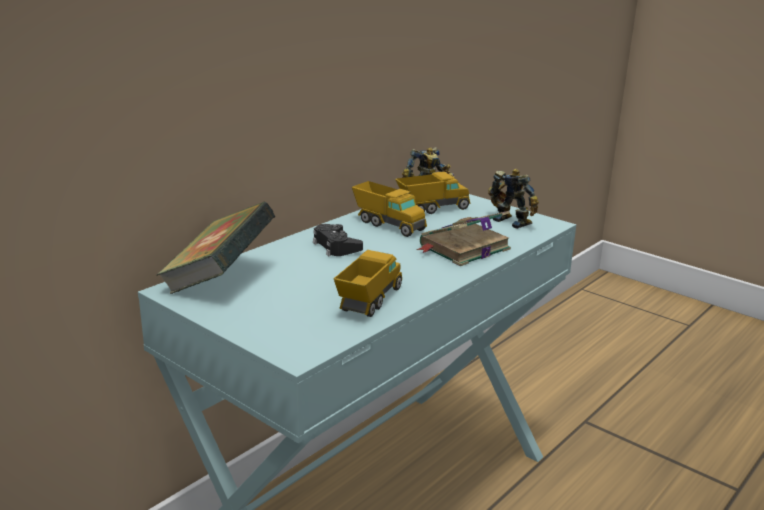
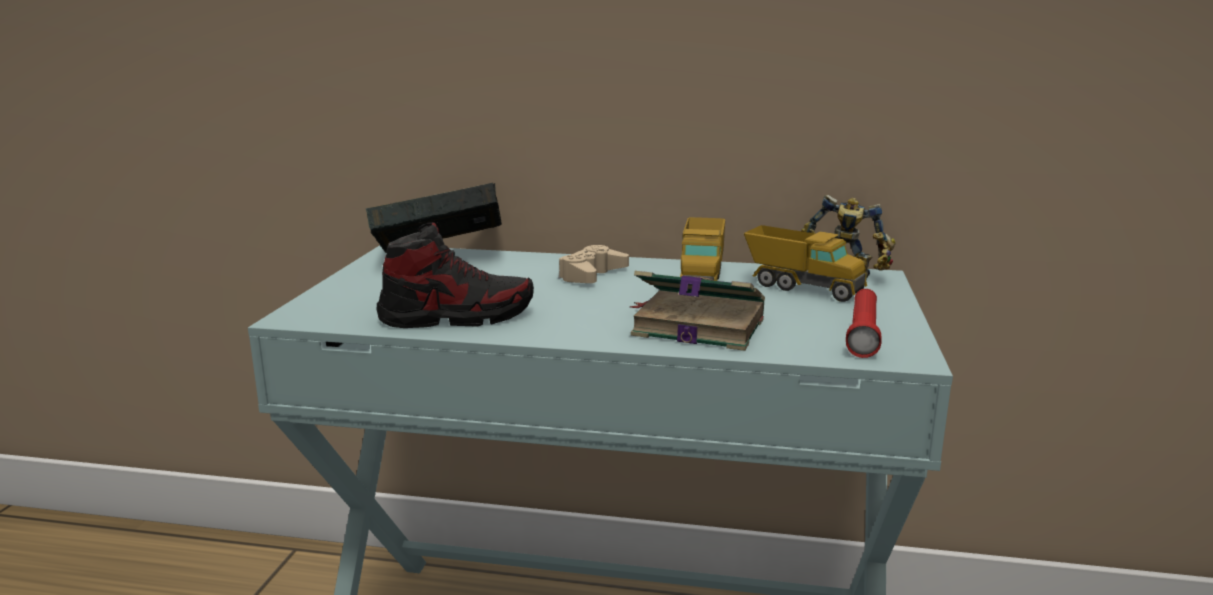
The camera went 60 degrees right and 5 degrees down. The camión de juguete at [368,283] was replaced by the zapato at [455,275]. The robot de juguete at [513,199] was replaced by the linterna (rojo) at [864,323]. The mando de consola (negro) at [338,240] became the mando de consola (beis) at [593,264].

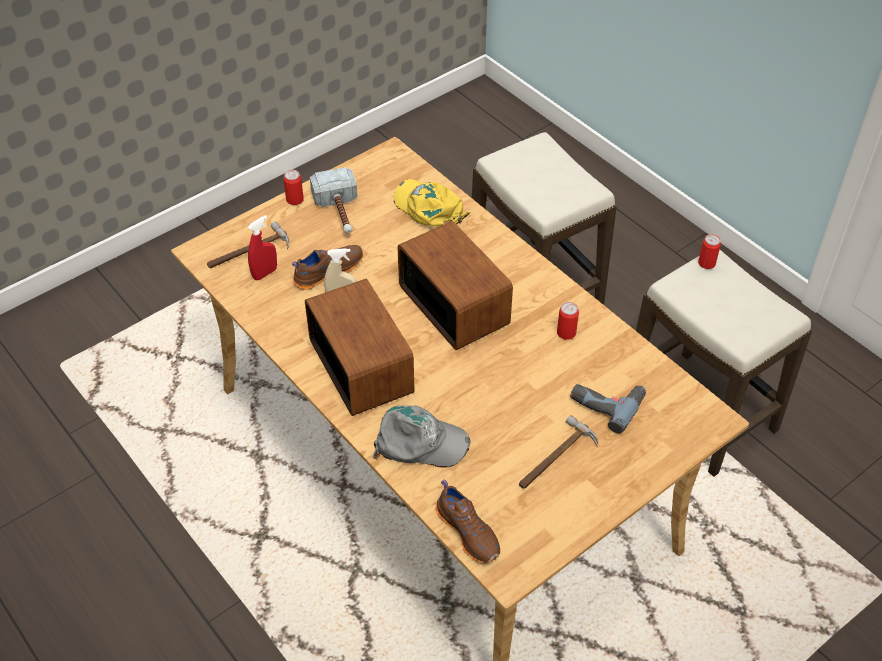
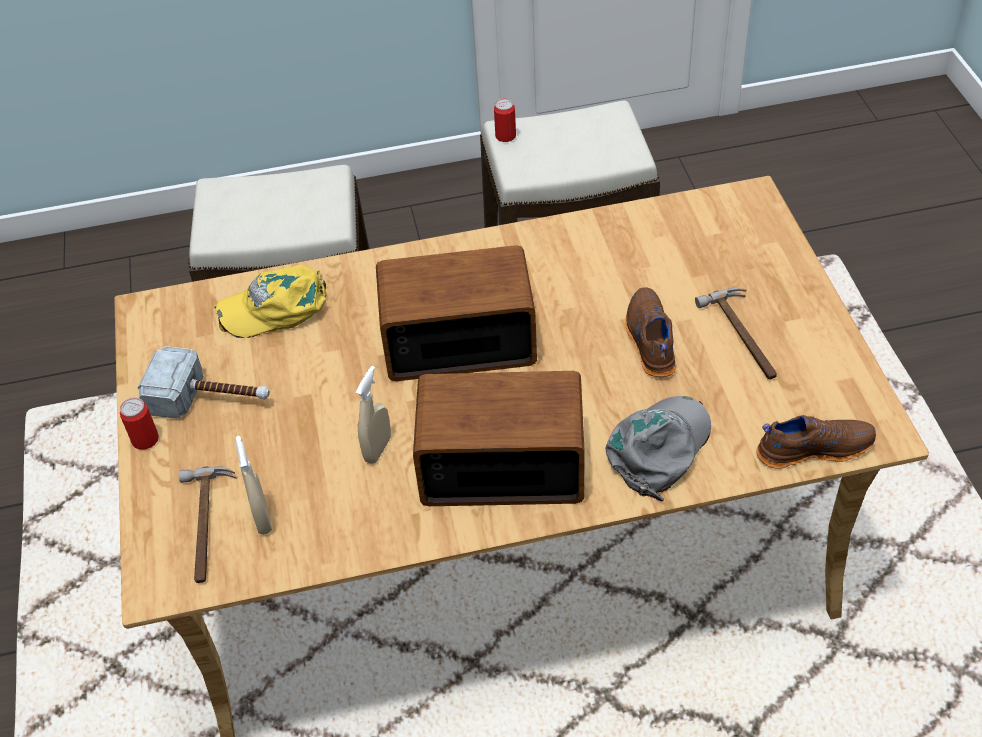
The camera went 60 degrees left and 0 degrees up. The lata at [568,321] disappeared. The taladro at [608,409] disappeared. The zapato (marrón) moved from [327,267] to [651,332]. The pulverizador (rojo) at [262,247] became the pulverizador (beis) at [254,485].

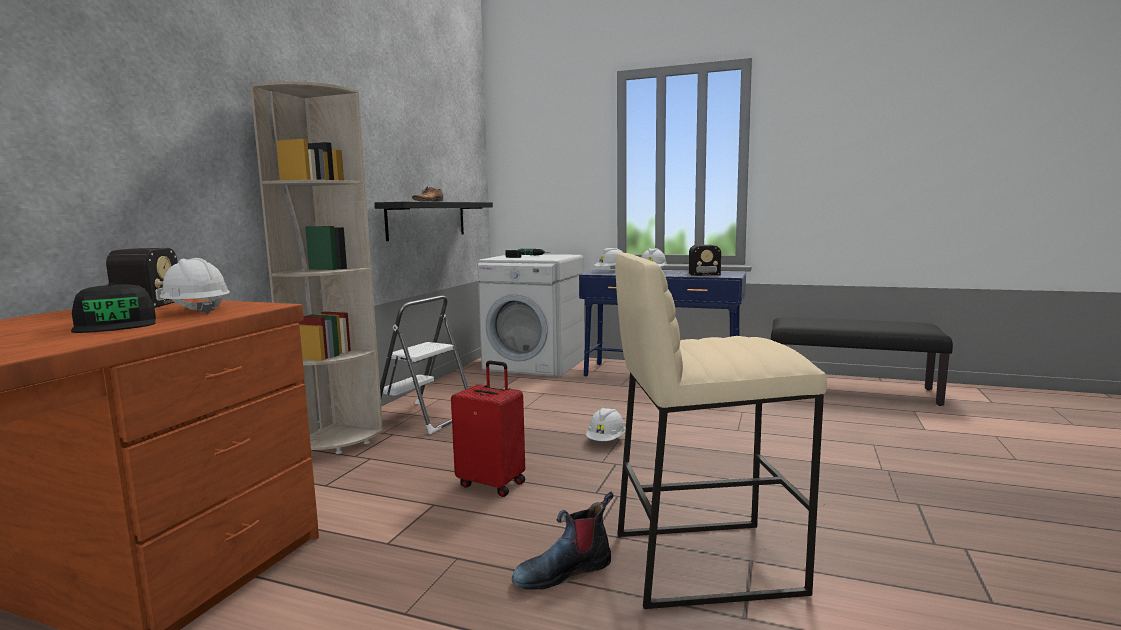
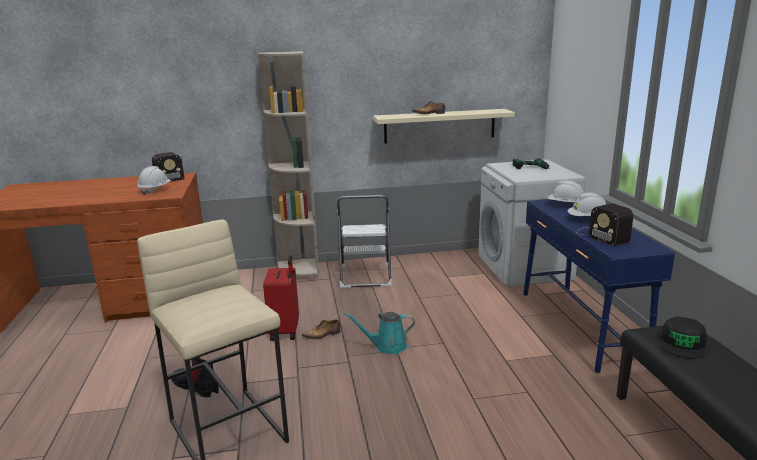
The camera went 60 degrees right and 10 degrees up. The zapato at [321,329] appeared. The gorra (negro) moved from [113,308] to [683,338]. The casco (blanco) at [606,424] was replaced by the regadera (turquesa) at [379,333]. The estante (negro) at [434,221] became the estante (beis) at [444,126].

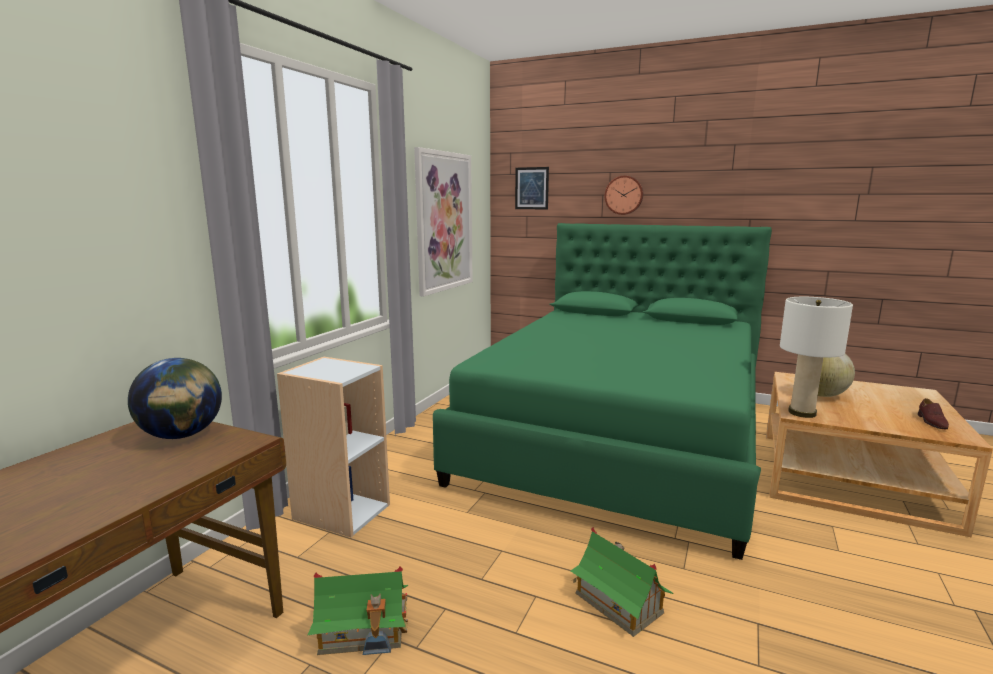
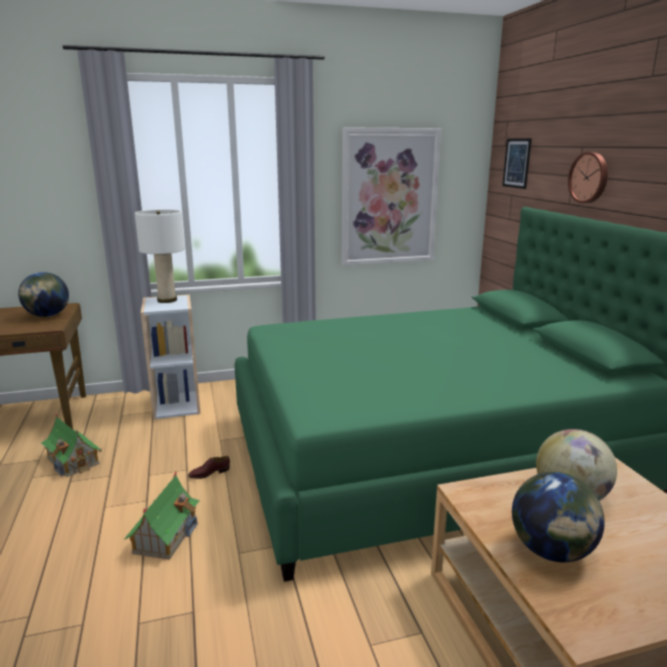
The camera went 50 degrees right and 5 degrees up. The globo terráqueo at [558,517] appeared. The lámpara de mesa (blanco) moved from [816,357] to [160,256]. The zapato (marrón) moved from [933,413] to [209,467].

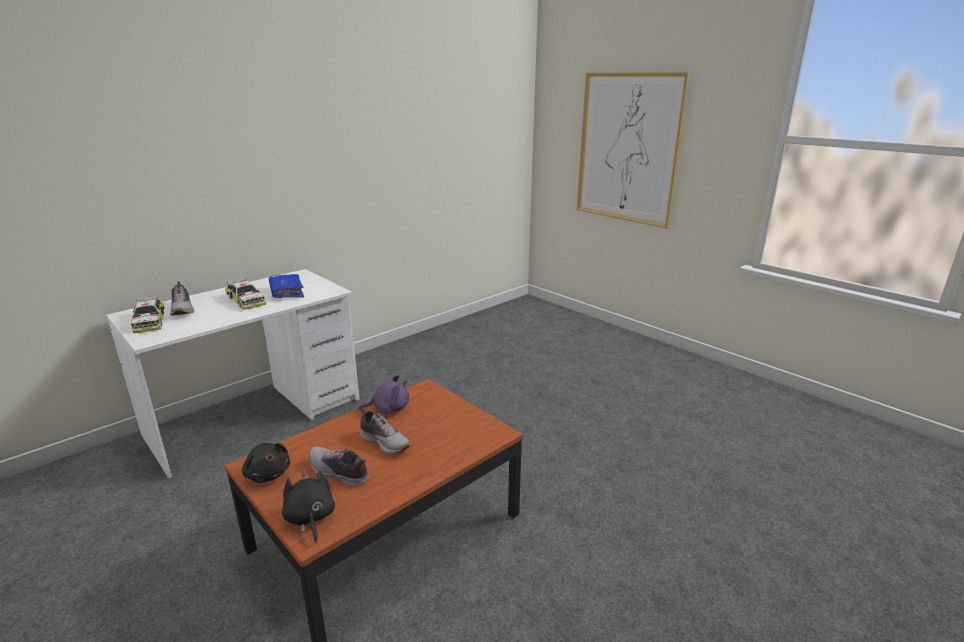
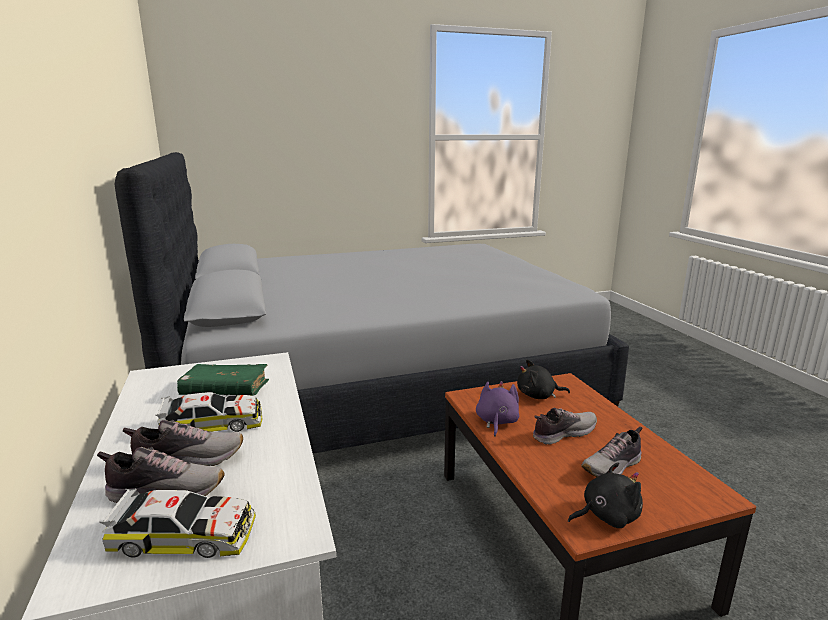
The camera went 65 degrees left and 5 degrees down. The cuadro at [633,150] disappeared. The cama (gris) at [372,303] appeared. The zapato at [183,442] appeared. The peluche (negro) moved from [308,506] to [543,379]. The libro (azul) at [286,286] became the libro (verde) at [223,380].

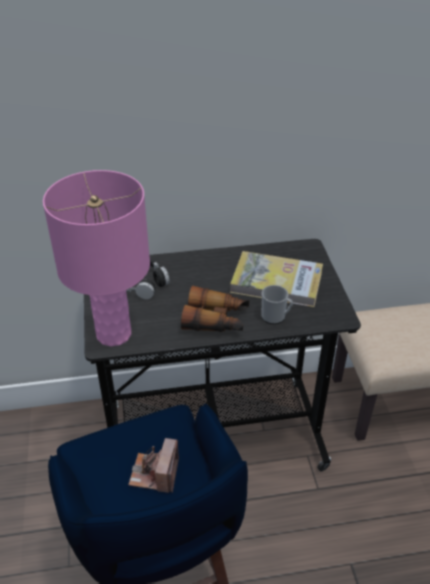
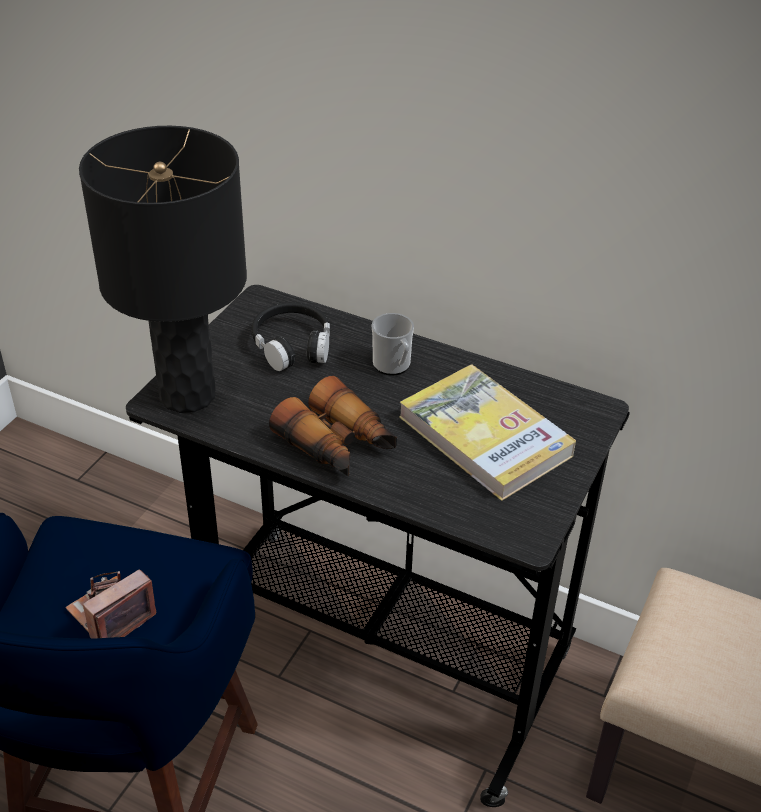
The camera went 35 degrees right and 0 degrees up. The taza grande moved from [277,304] to [393,344]. The lámpara de mesa (rosa) at [96,258] became the lámpara de mesa (negro) at [163,269].

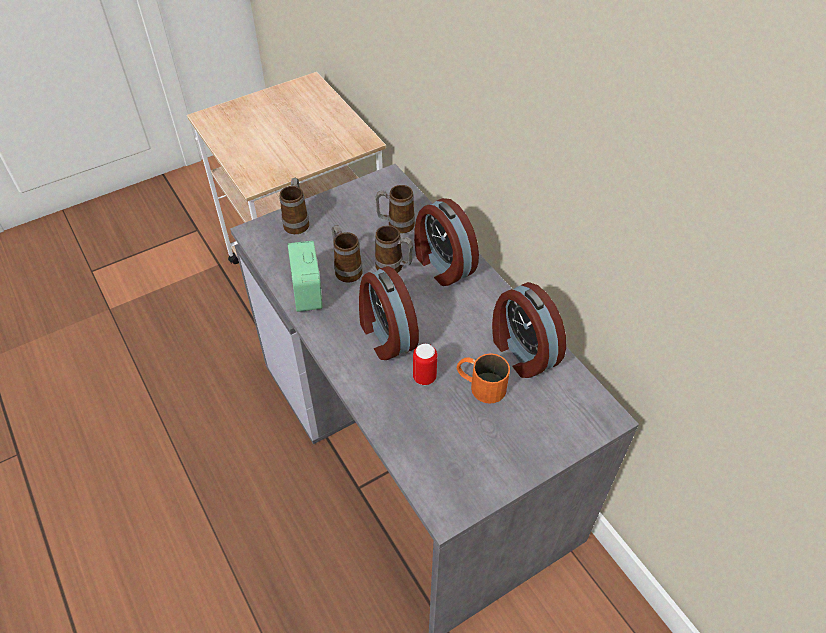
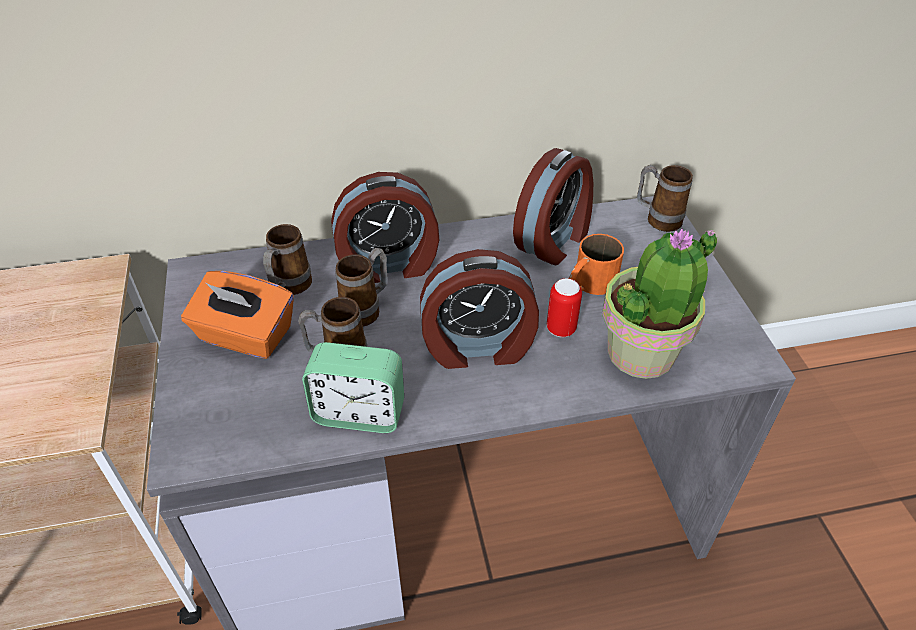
The camera went 70 degrees left and 5 degrees down. The caja de pañuelos (naranja) at [237,315] appeared. The planta en maceta at [660,303] appeared. The taza grande moved from [294,206] to [665,198]. The despertador at [529,330] turned 45 degrees counterclockwise.

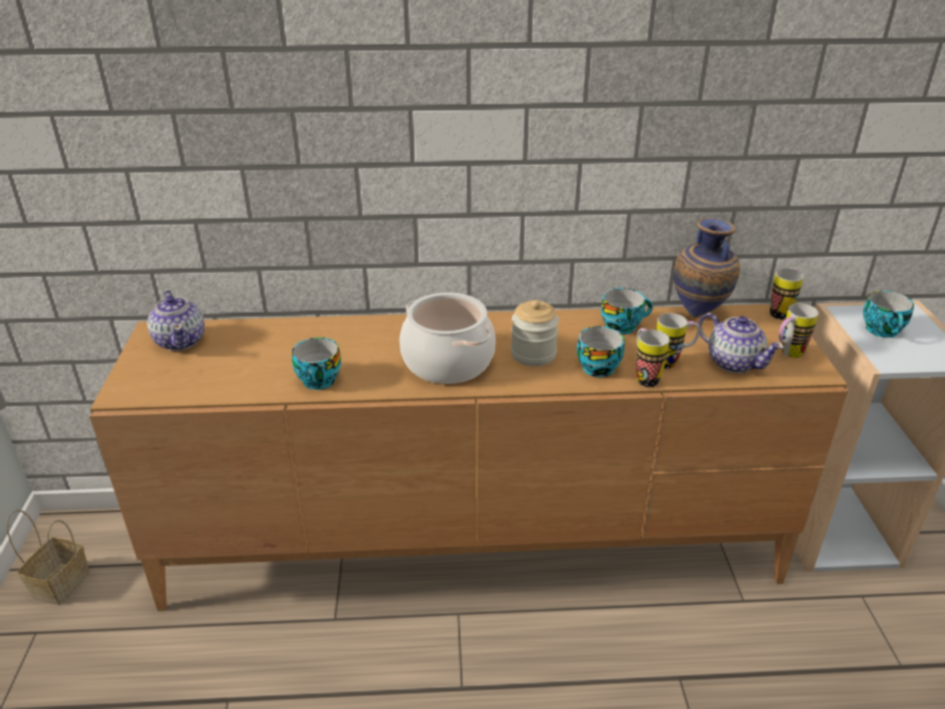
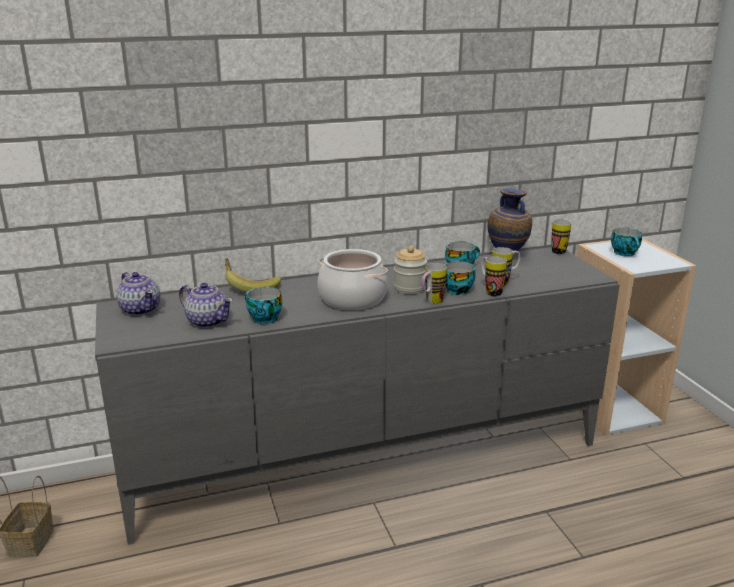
The camera went 15 degrees left and 10 degrees down. The plátano at [253,275] appeared. The tetera moved from [741,343] to [206,305]. The taza grande moved from [799,330] to [434,283]. The armario (marrón) at [468,457] became the armario (gris) at [357,396].

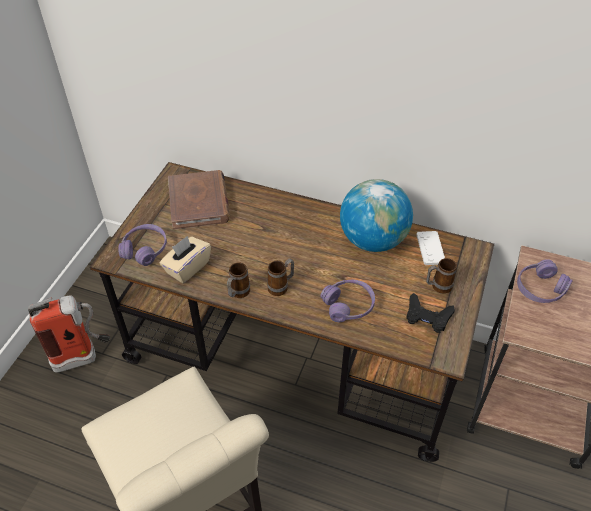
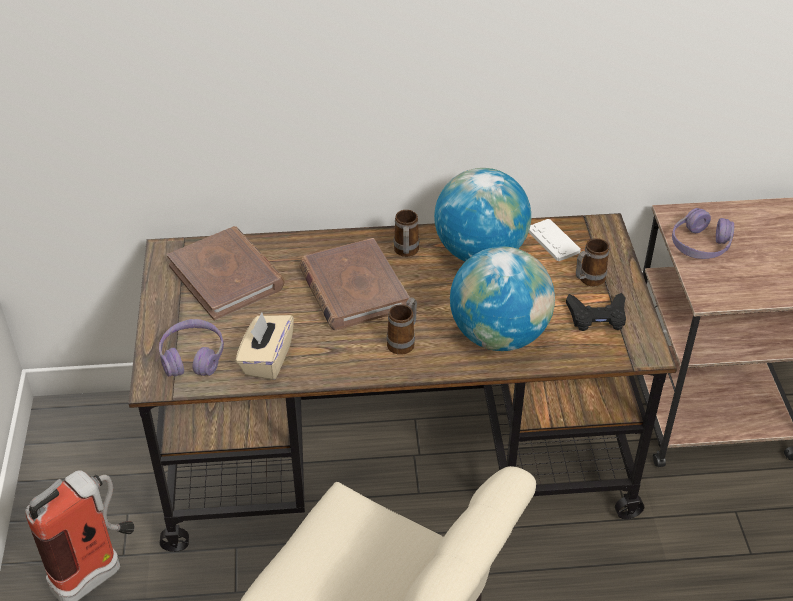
The camera went 25 degrees left and 5 degrees down. The libro (marrón) at [354,284] appeared. The taza grande moved from [238,280] to [407,233]. The auriculares (morado) at [348,301] was replaced by the globo terráqueo at [502,298].

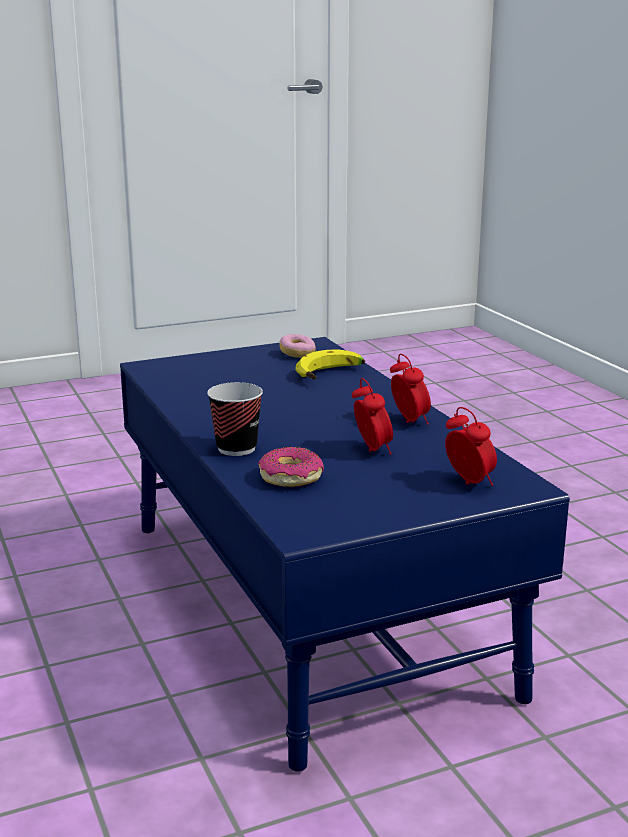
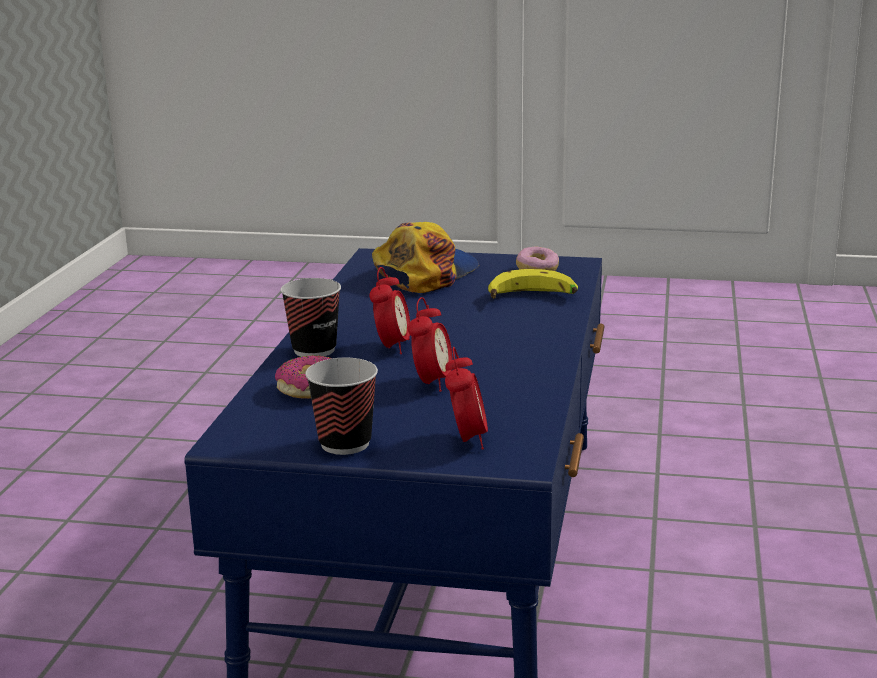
The camera went 35 degrees right and 0 degrees up. The taza at [341,406] appeared. The gorra at [425,257] appeared. The despertador moved from [410,389] to [389,310].

